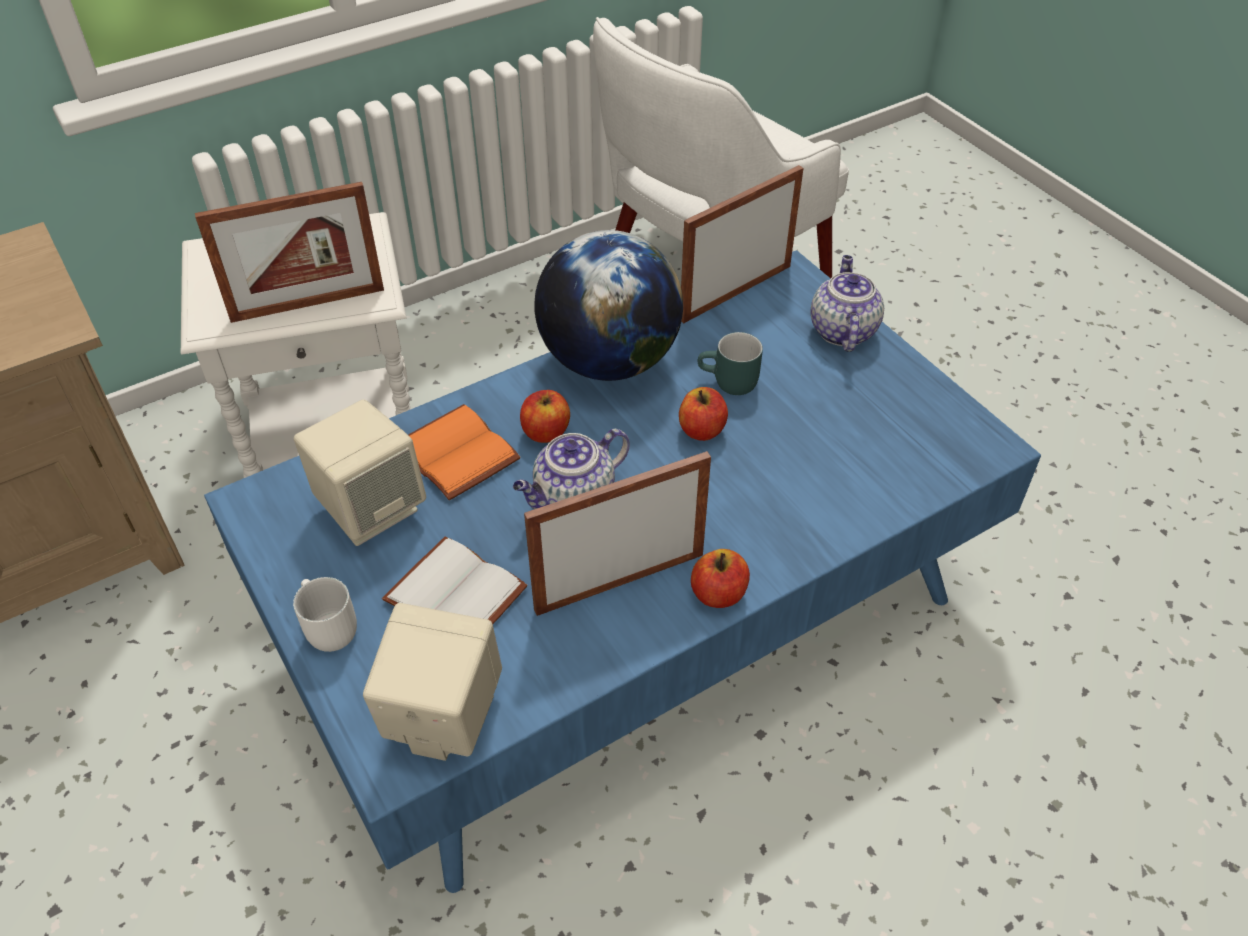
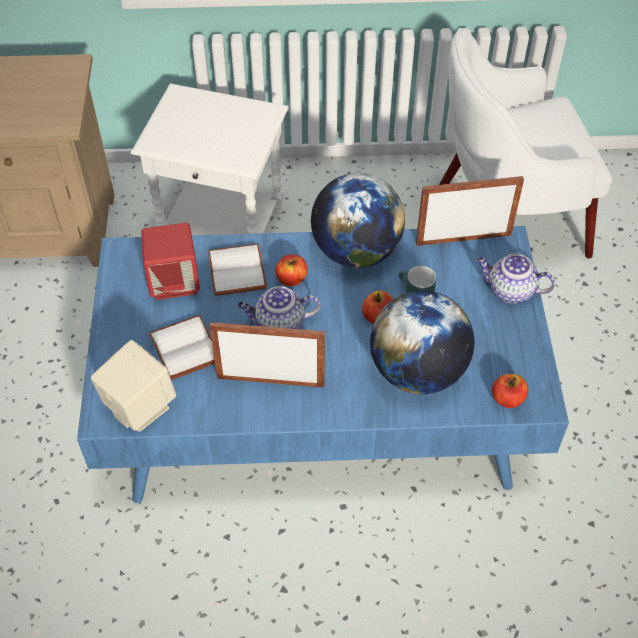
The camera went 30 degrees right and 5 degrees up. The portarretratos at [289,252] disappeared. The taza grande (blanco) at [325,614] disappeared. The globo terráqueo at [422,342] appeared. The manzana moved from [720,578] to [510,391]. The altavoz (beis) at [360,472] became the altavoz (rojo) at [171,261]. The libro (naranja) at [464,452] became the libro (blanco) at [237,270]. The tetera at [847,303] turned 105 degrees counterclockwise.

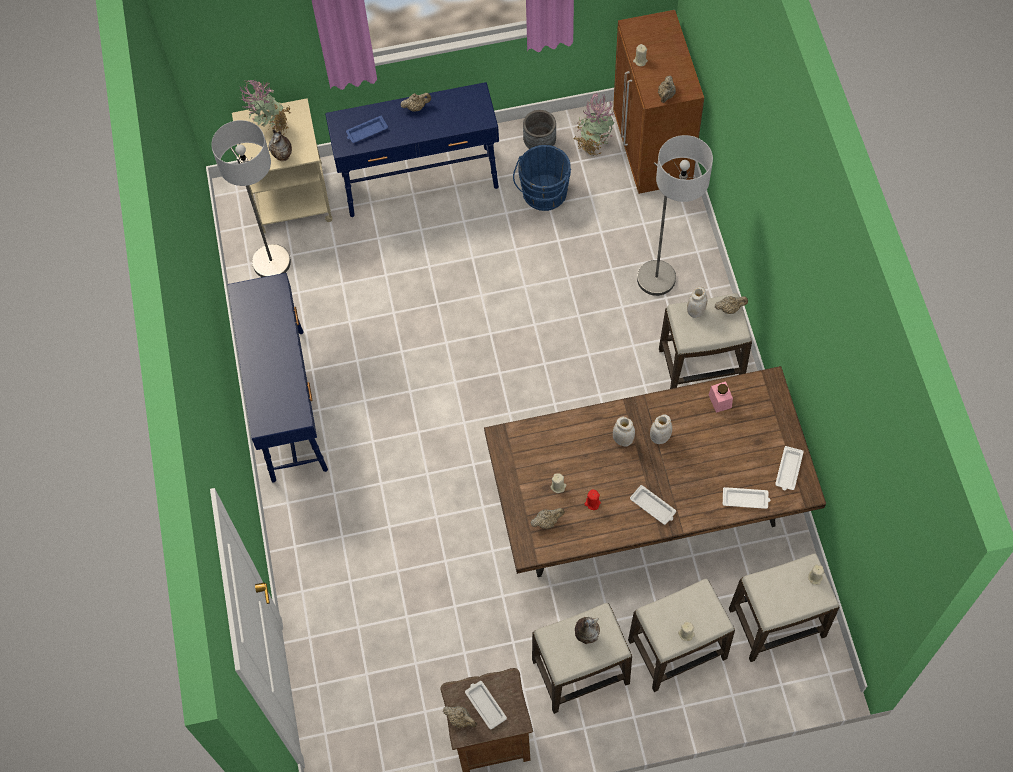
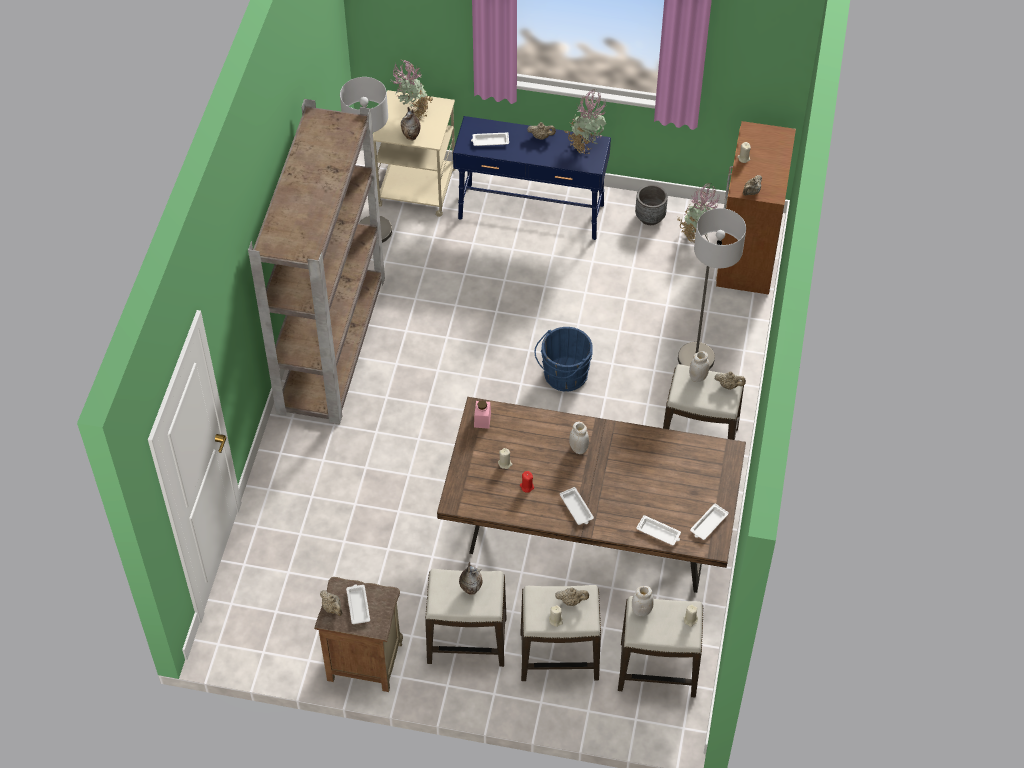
The camera went 20 degrees right and 10 degrees down. The planta en maceta at [585,122] appeared. The cubo (azul) moved from [542,178] to [563,359]. The tetera (beis) moved from [547,518] to [572,597]. The tarro (blanco) moved from [661,429] to [643,601]. The tarro (rosa) moved from [721,397] to [482,414]. The mesa consola (azul) at [278,378] was replaced by the estantería (marrón) at [316,261]. The bandeja (azul) at [367,129] became the bandeja (blanco) at [490,139].

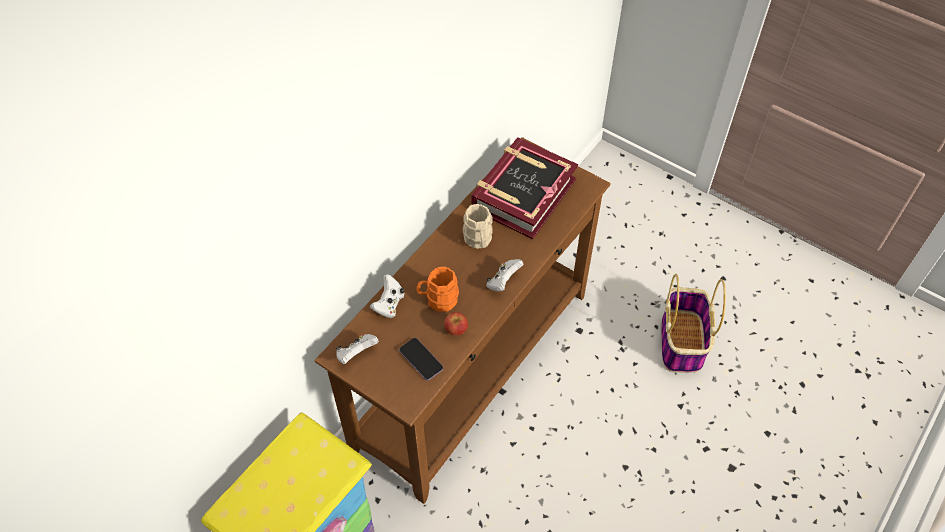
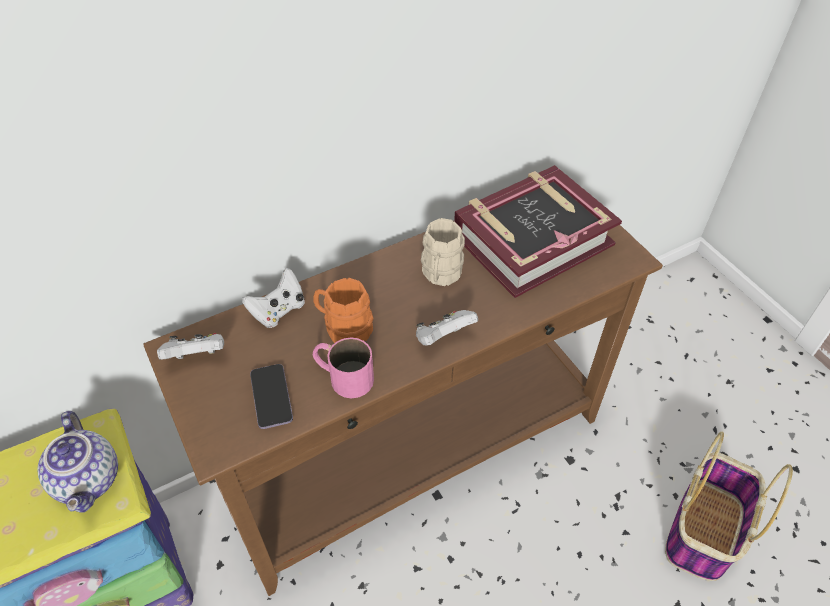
The camera went 25 degrees right and 5 degrees down. The tetera at [77,462] appeared. The manzana at [456,324] was replaced by the taza grande (rosa) at [343,368].

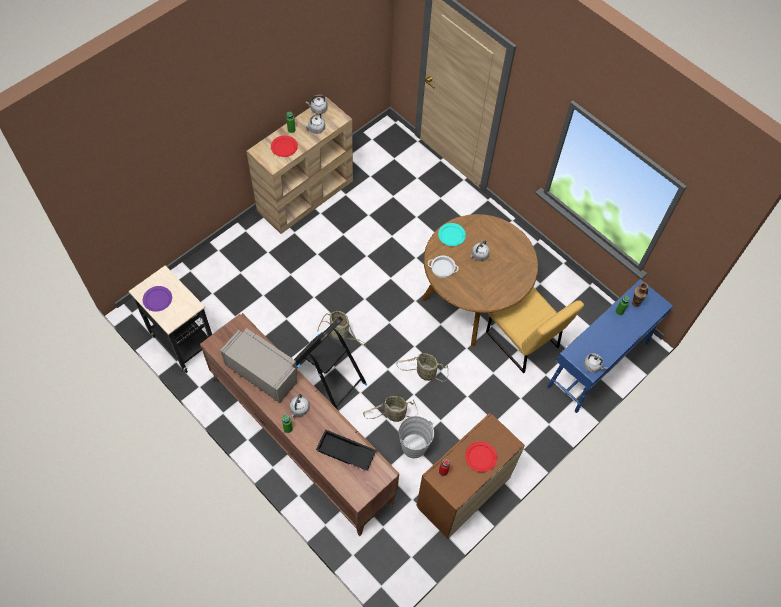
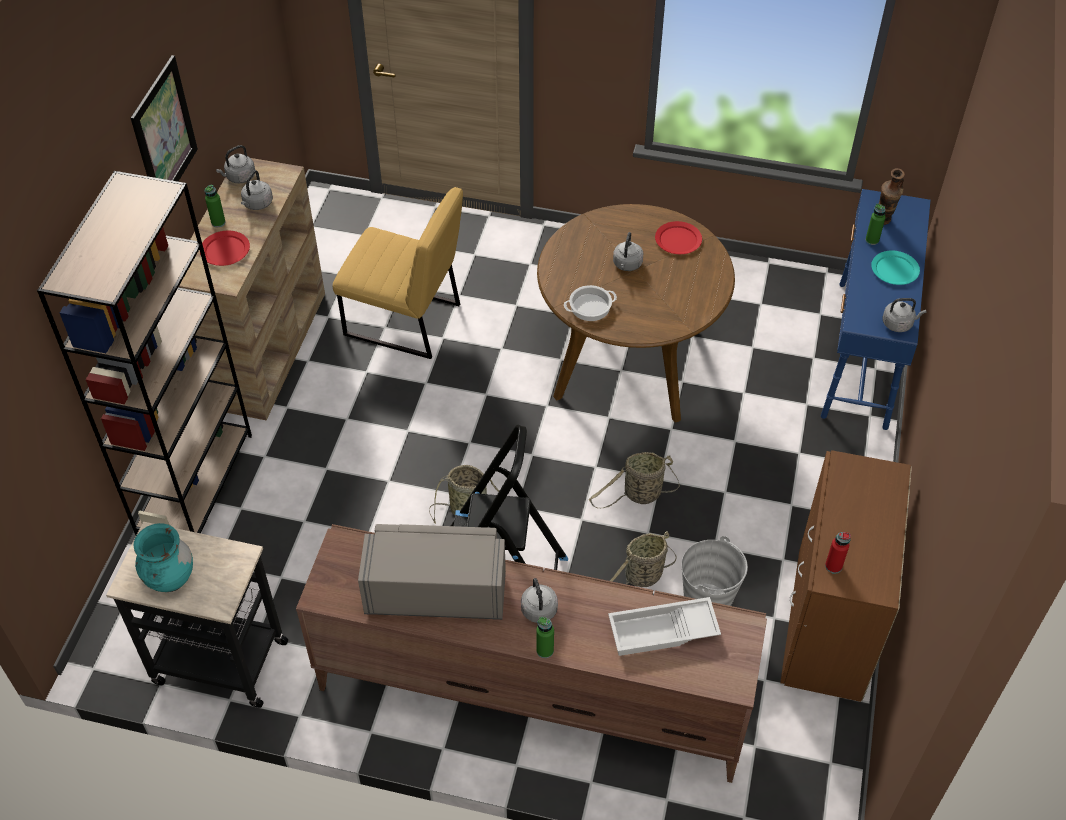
The camera went 30 degrees left and 10 degrees down. The estantería (beis) at [144,353] appeared. The cuadro at [164,118] appeared. The plato (turquesa) moved from [452,234] to [895,267]. The plato (rojo) moved from [481,457] to [678,237]. The silla (amarillo) moved from [535,330] to [398,273]. The plato (morado) at [157,299] was replaced by the florero (turquesa) at [163,557]. The bandeja (negro) at [346,450] became the bandeja (blanco) at [664,626].

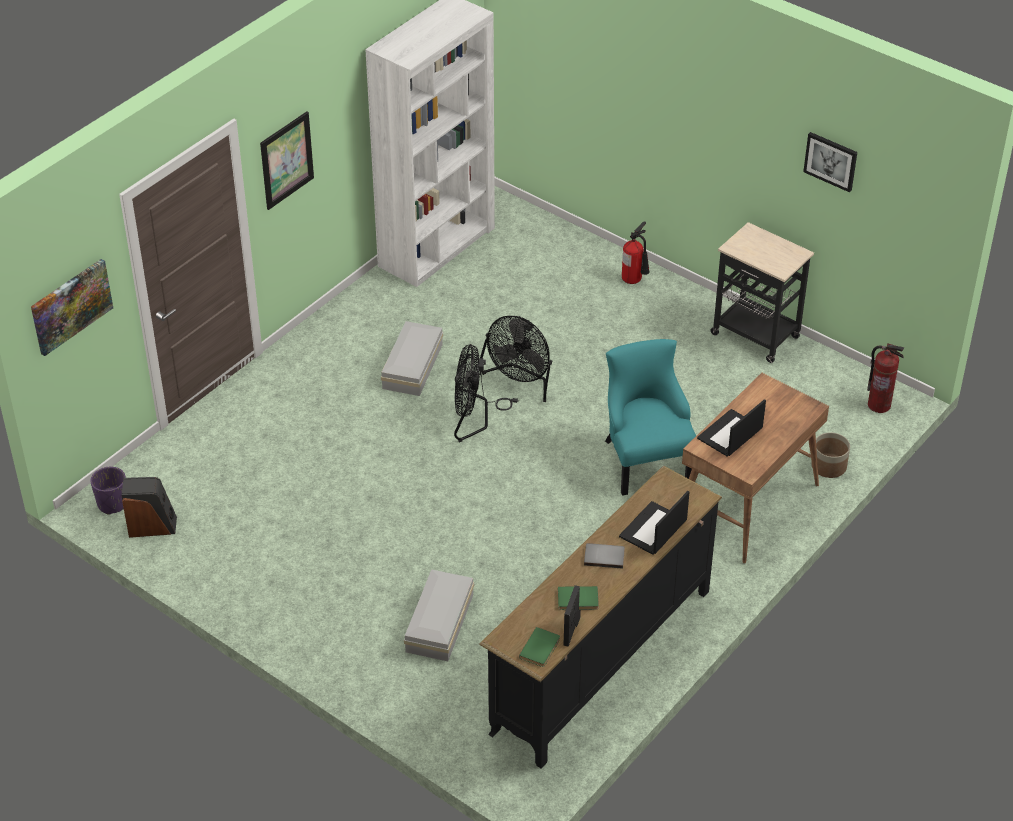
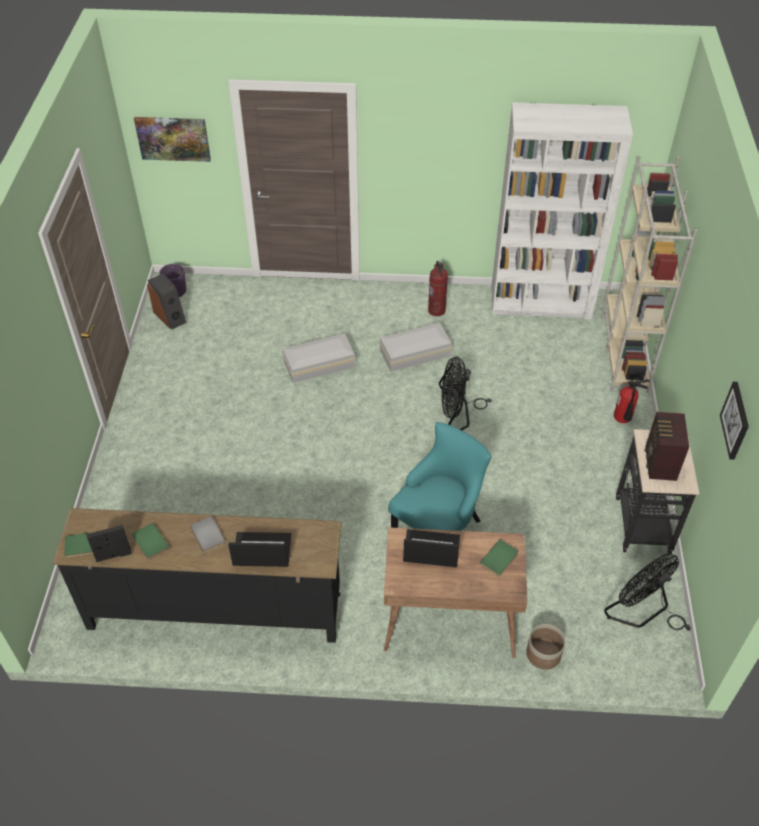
The camera went 55 degrees right and 5 degrees up. The cuadro at [287,160] disappeared. The libro (verde) at [499,557] appeared. The estantería (beis) at [649,274] appeared. The radio at [667,446] appeared. The caja de almacenaje (blanco) moved from [439,615] to [319,358]. The ventilador (negro) moved from [486,393] to [647,592]. The extintor moved from [885,378] to [438,288].

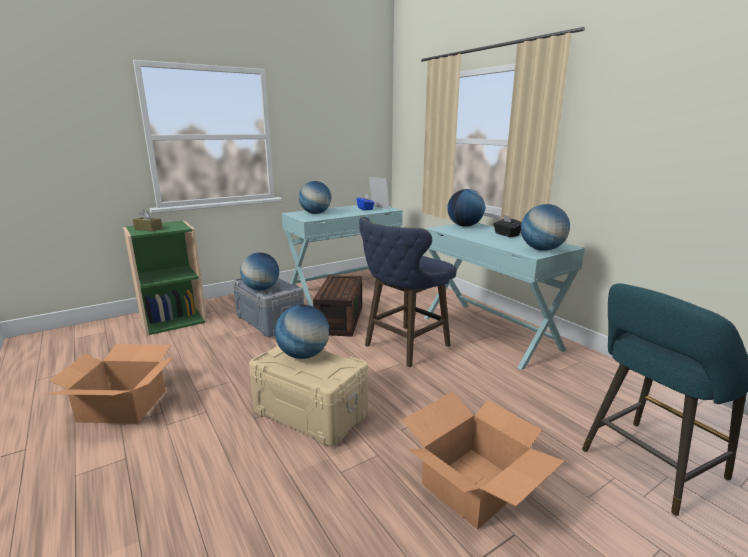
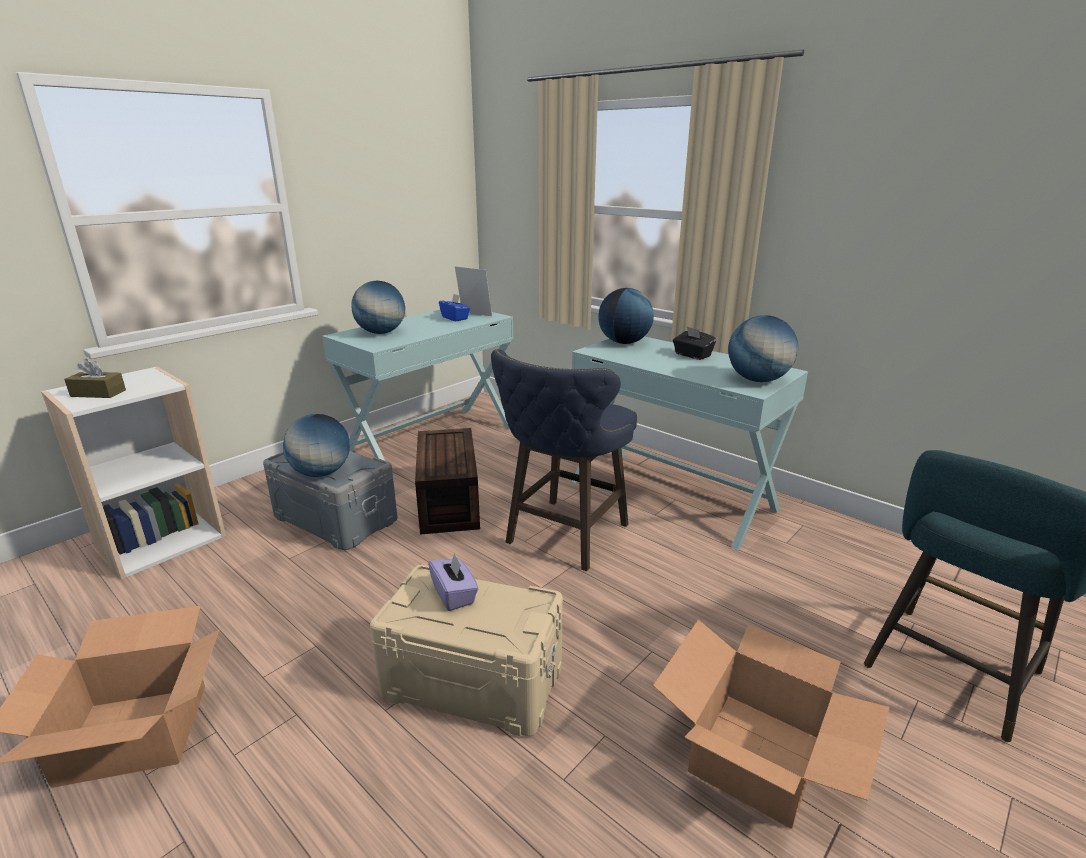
The camera went 15 degrees left and 5 degrees up. The globo terráqueo at [302,332] was replaced by the caja de pañuelos (morado) at [453,581]. The estantería (verde) at [165,278] became the estantería (blanco) at [133,473].

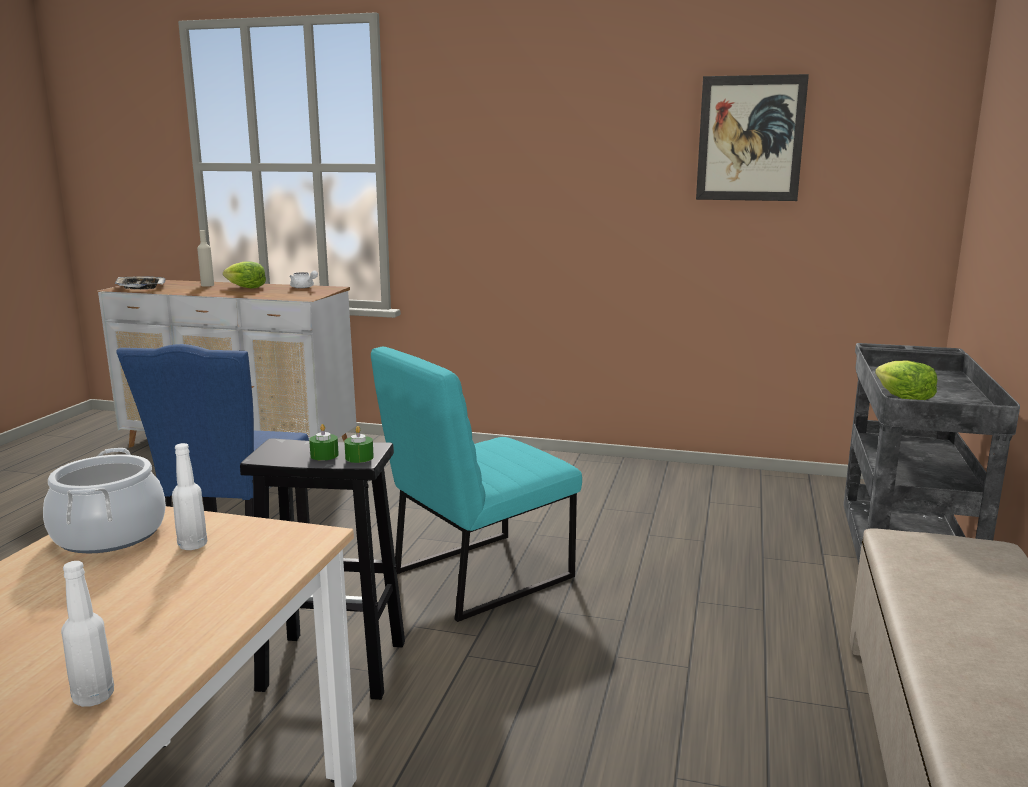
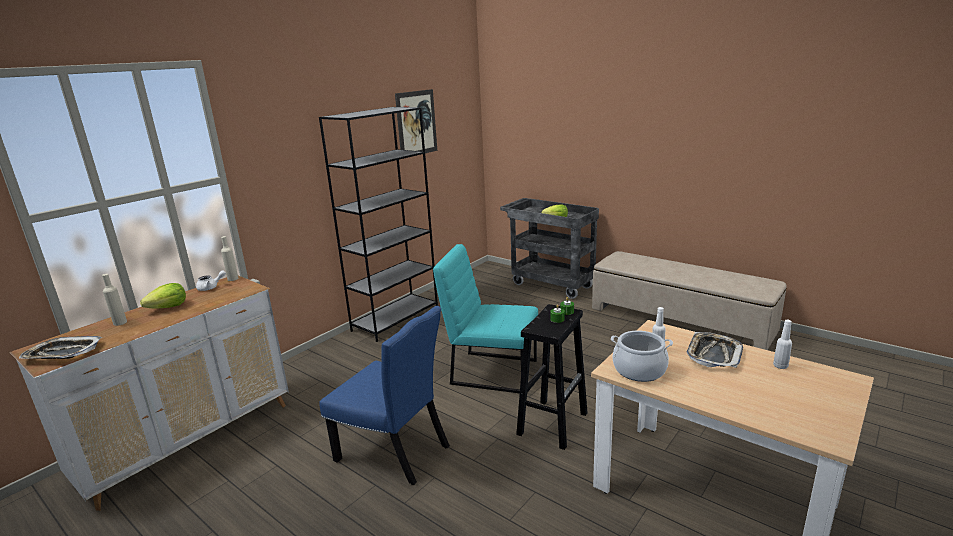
The camera went 65 degrees left and 5 degrees up. The botella (beis) at [229,258] appeared. The estantería (gris) at [378,224] appeared. The bandeja at [715,350] appeared. The silla (turquesa) at [476,484] turned 120 degrees clockwise.

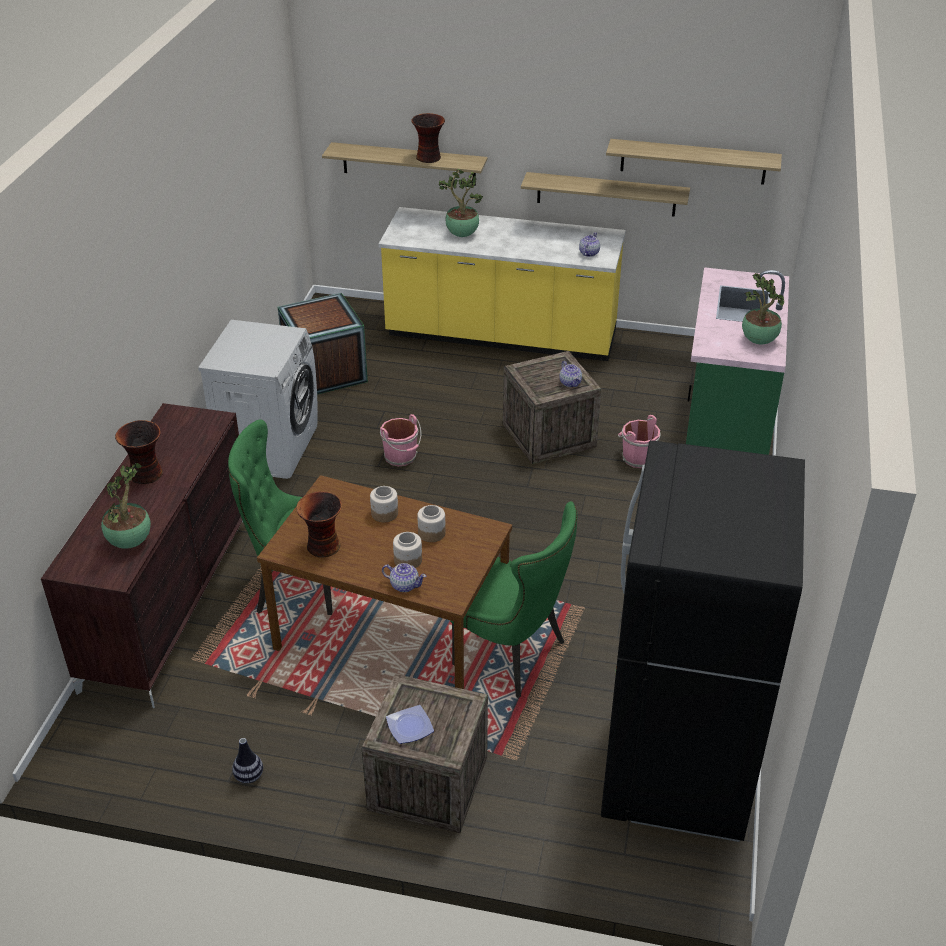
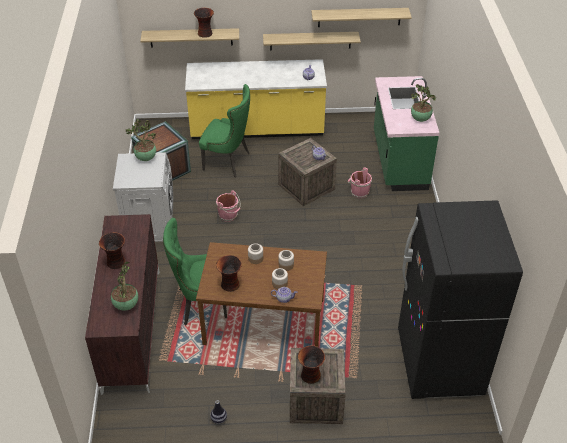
The camera went 15 degrees left and 5 degrees up. The planta en maceta moved from [461,202] to [141,140]. The silla (verde) moved from [514,599] to [224,131]. The plato at [410,724] was replaced by the florero at [311,365].

